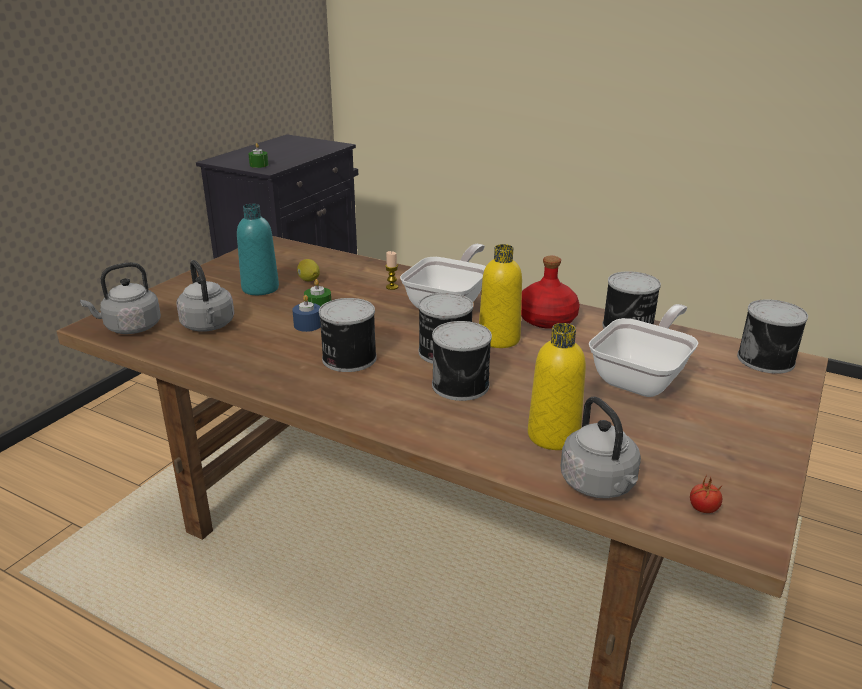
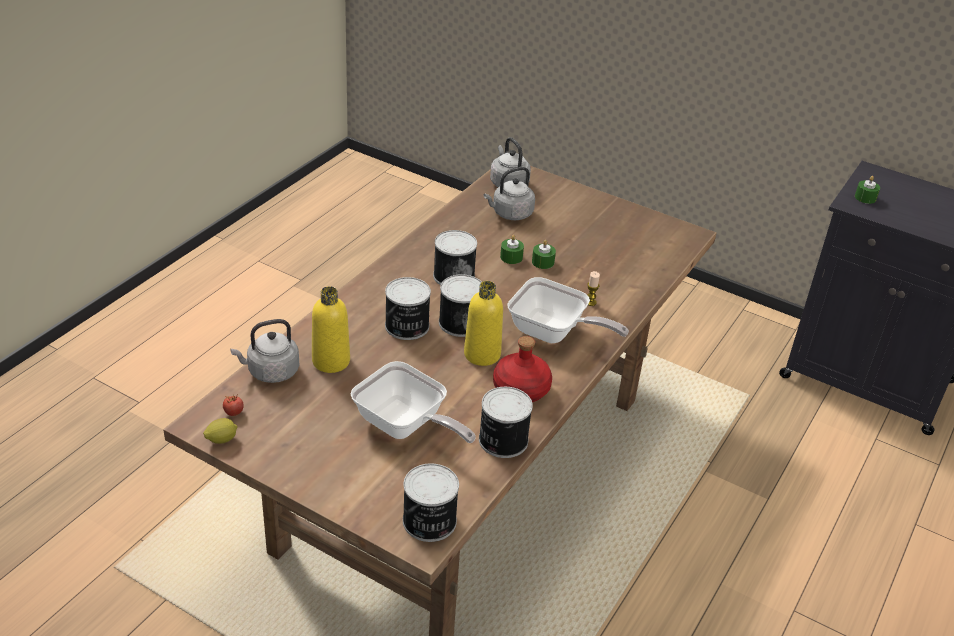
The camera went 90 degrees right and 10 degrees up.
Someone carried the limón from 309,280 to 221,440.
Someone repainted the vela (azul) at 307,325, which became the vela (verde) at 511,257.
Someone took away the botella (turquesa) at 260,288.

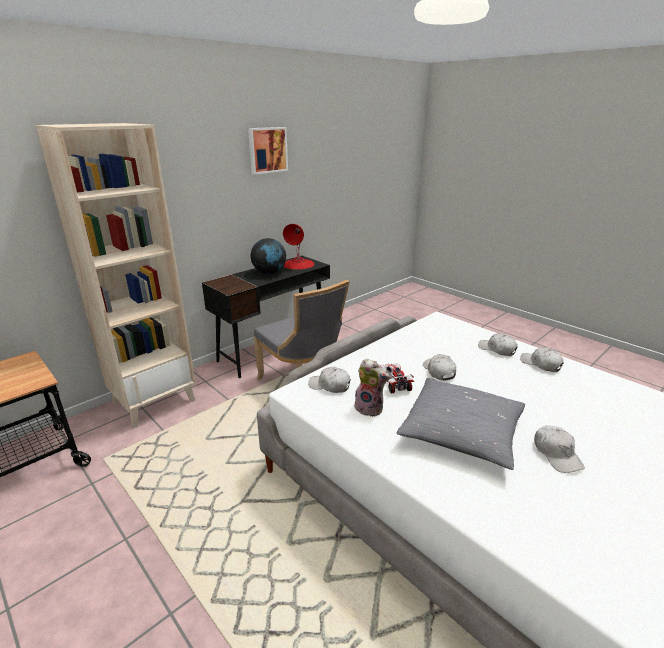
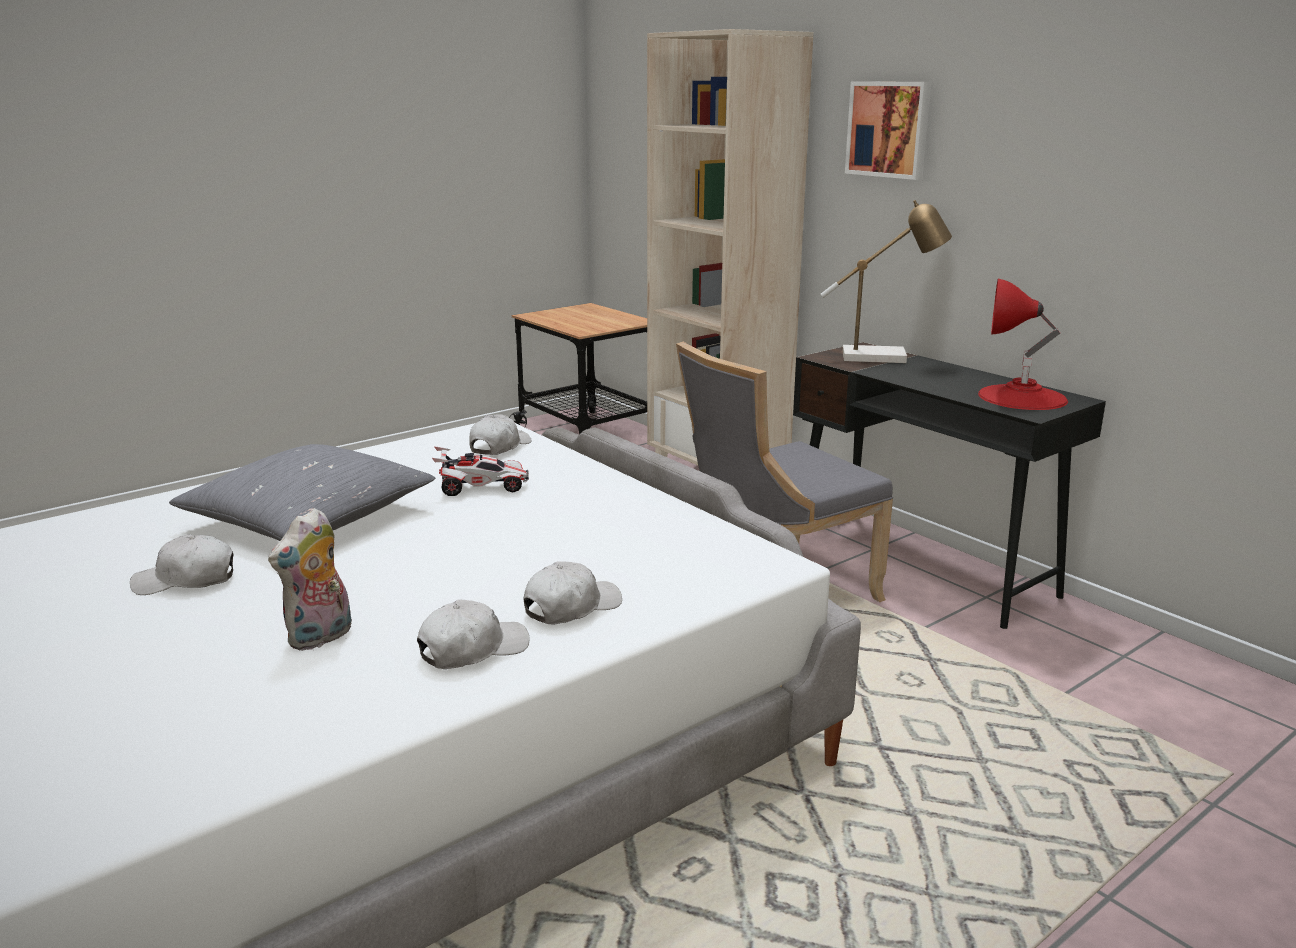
The camera went 95 degrees right and 5 degrees down.
Someone carried the peluche from 370,408 to 321,638.
Someone put down the lámpara de mesa at 883,357.
Someone carried the cuadro from 267,150 to 889,129.
Someone took away the globo terráqueo at 269,273.
Someone took away the gorra (blanco) at 439,371.

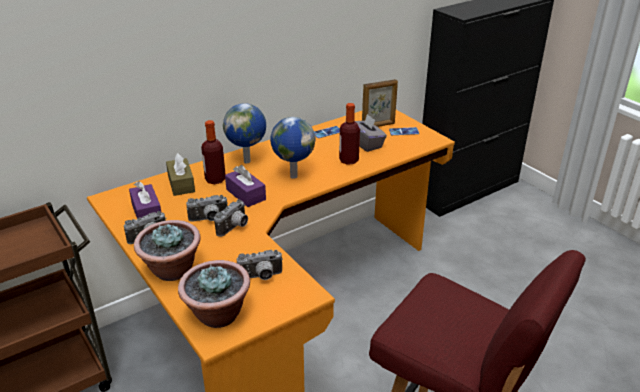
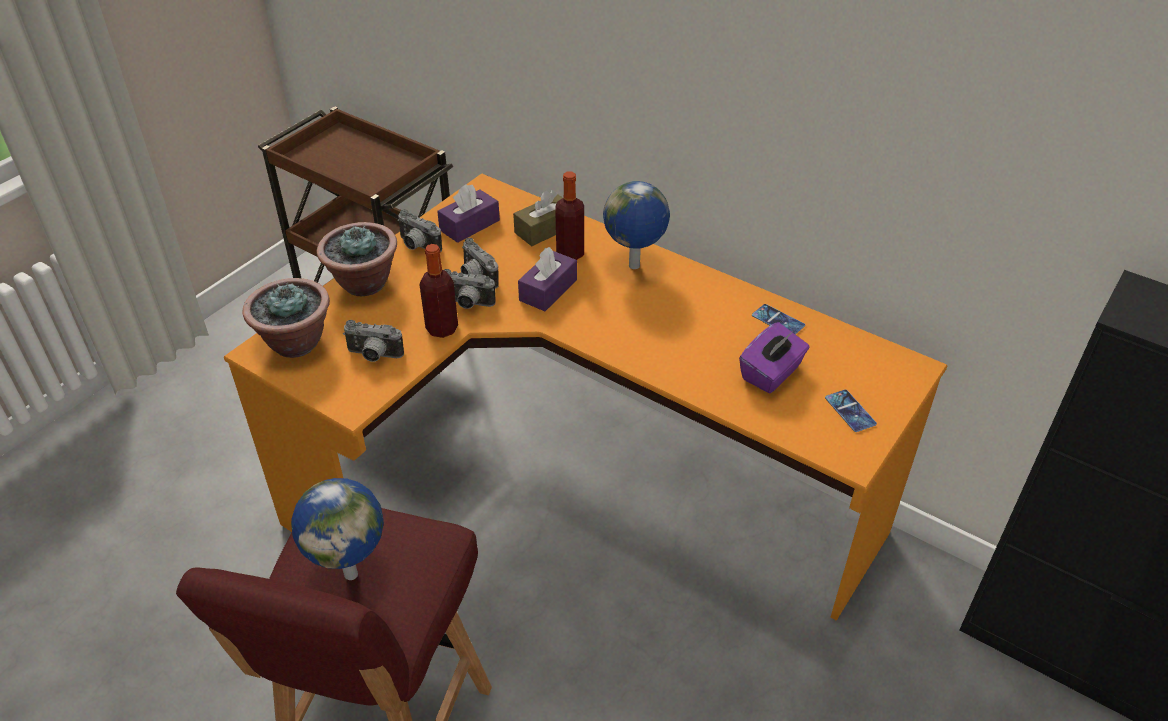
The camera went 70 degrees right and 10 degrees up.
Someone carried the globo terráqueo from 293,176 to 351,572.
Someone rotated the cámara at 261,277 by 45 degrees counterclockwise.
Someone carried the botella from 348,160 to 442,328.
Someone repainted the caja de pañuelos (gris) at 366,144, which became the caja de pañuelos (morado) at 771,373.
Someone took away the portarretratos at 378,126.

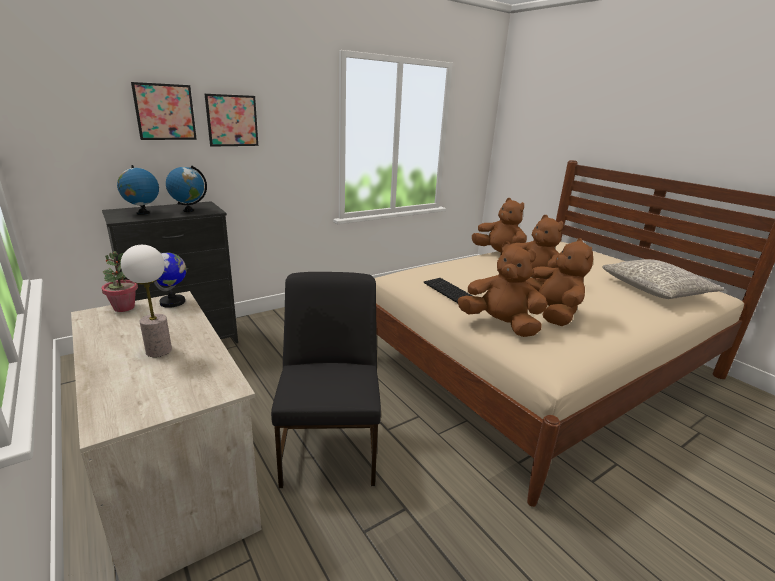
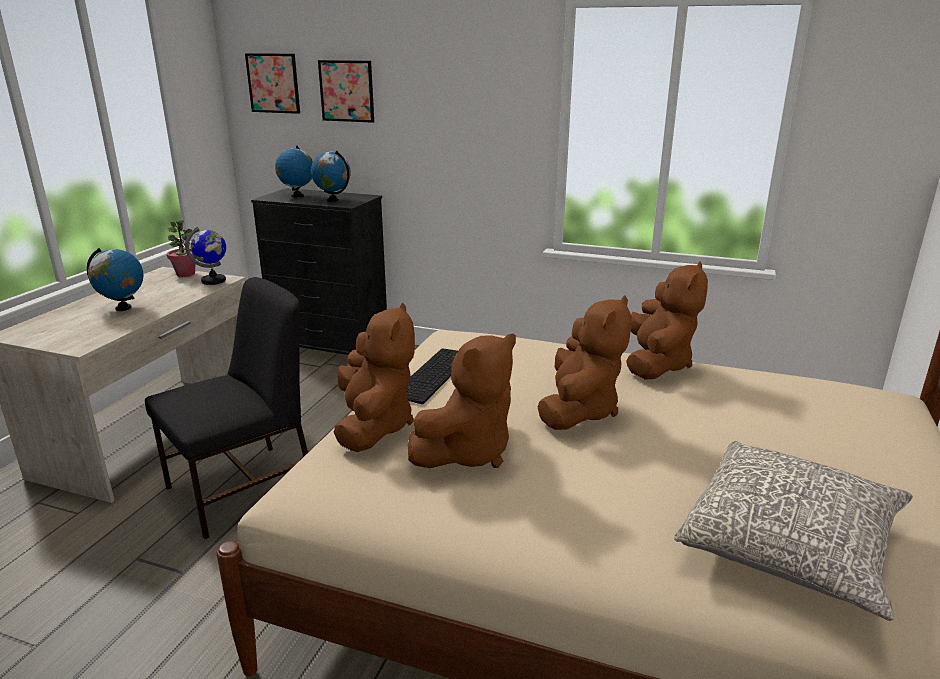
The camera went 55 degrees right and 0 degrees up.
Someone swapped the lámpara de mesa at 159,351 for the globo terráqueo at 123,308.
Someone carried the cuadro from 232,120 to 273,83.

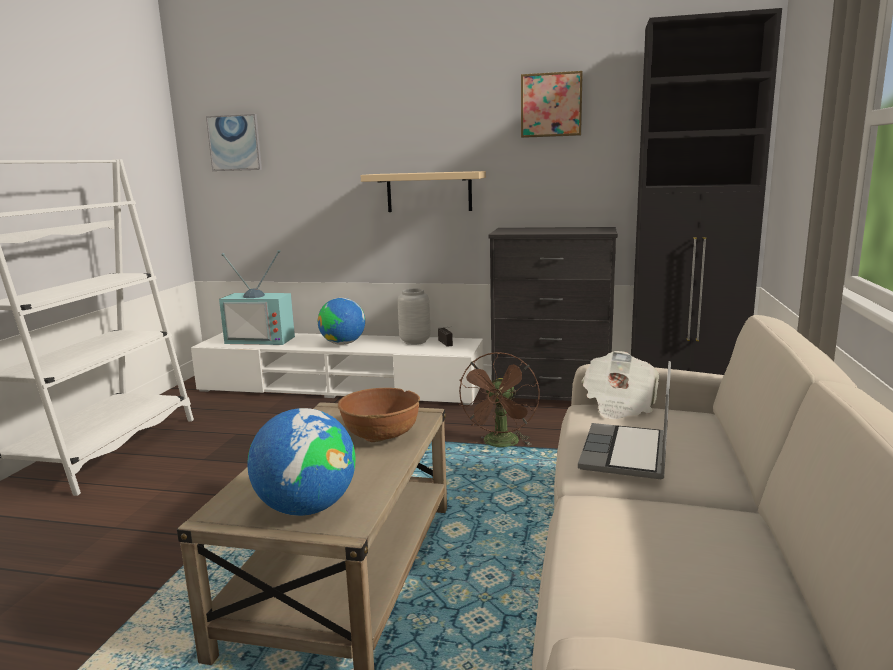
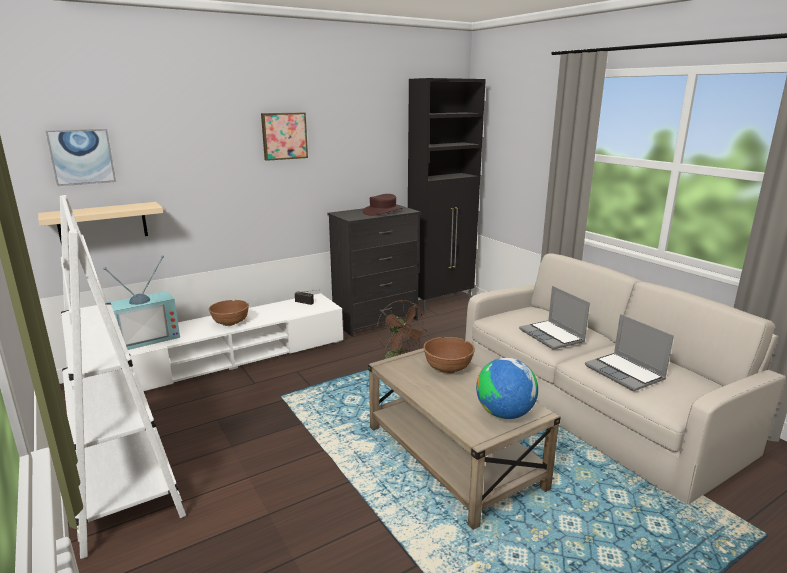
The camera went 45 degrees left and 5 degrees up.
Someone carried the estante (beis) from 429,192 to 103,224.
Someone swapped the globo terráqueo at 343,343 for the cuenco (marrón) at 230,322.
Someone carried the cuadro from 551,105 to 284,136.
Someone put down the sombrero (marrón) at 383,211.
Someone put down the portátil at 625,373.
Someone took away the florero (gris) at 415,341.
Someone took away the periódico at 619,405.

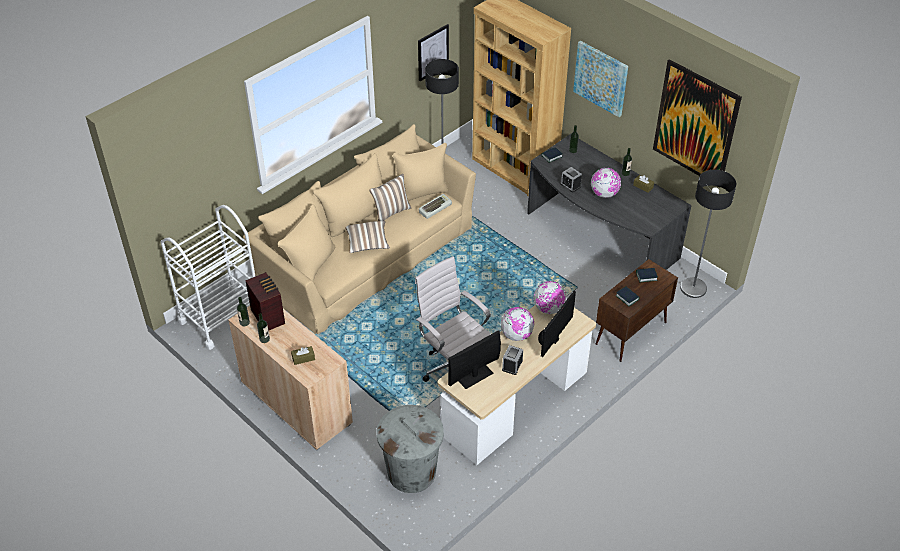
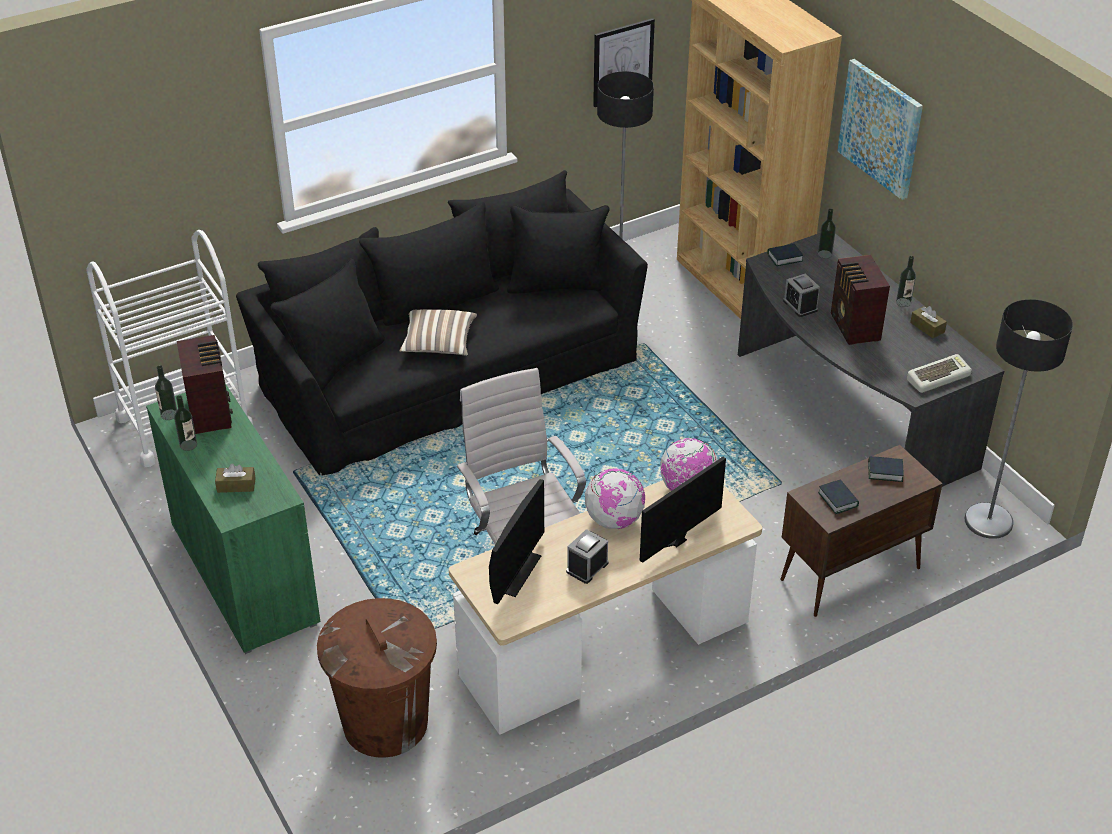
The camera went 15 degrees right and 5 degrees down.
Someone repainted the armario (beis) at 296,402, which became the armario (verde) at 244,573.
Someone repainted the sofá (beis) at 367,255, which became the sofá (negro) at 450,372.
Someone repainted the papelera (gris) at 411,472, which became the papelera (marrón) at 385,722.
Someone rotated the monitor at 475,376 by 135 degrees clockwise.
Someone swapped the globo terráqueo at 604,194 for the radio at 854,328.
Someone carried the teclado from 435,208 to 938,377.
Someone took away the cojín at 391,212.
Someone took away the cuadro at 695,123.

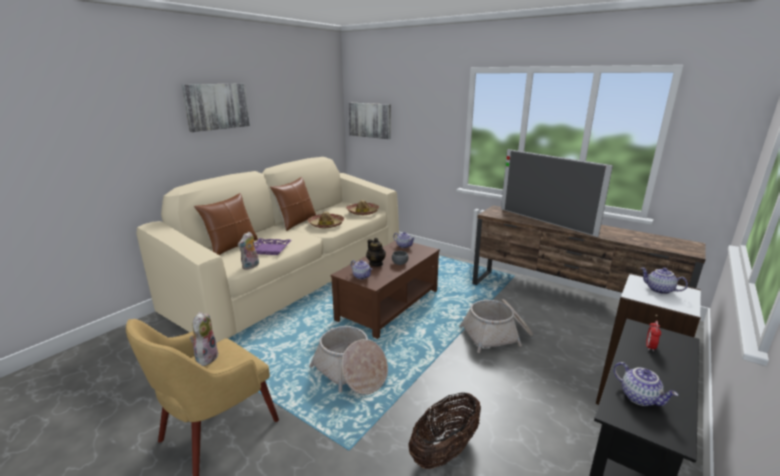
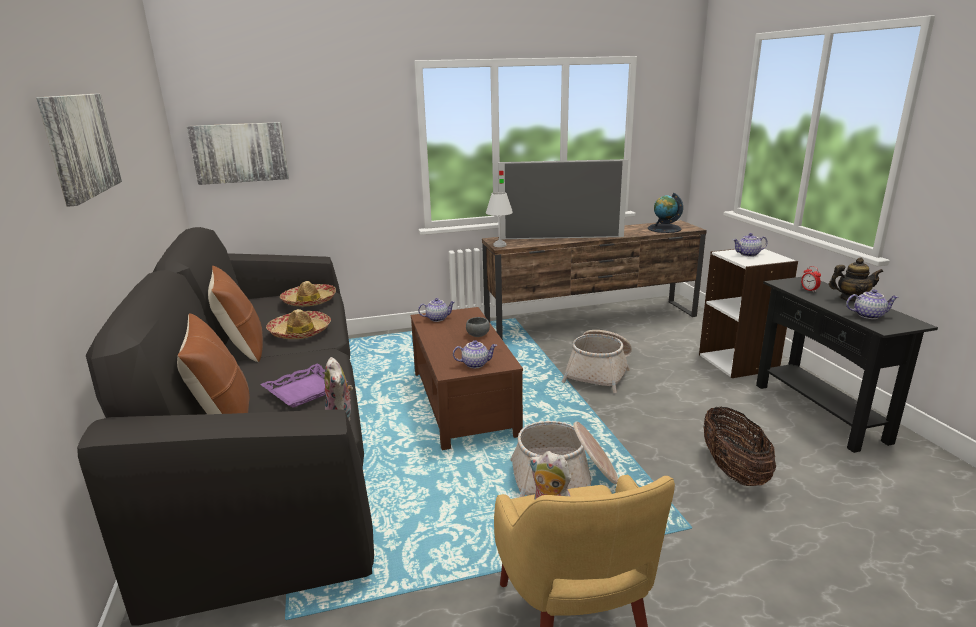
The camera went 50 degrees left and 0 degrees up.
Someone repainted the sofá (beis) at 297,275, which became the sofá (negro) at 275,438.
Someone put down the lámpara de mesa (blanco) at 500,245.
Someone put down the globo terráqueo at 664,228.
Someone carried the tetera from 376,263 to 851,299.

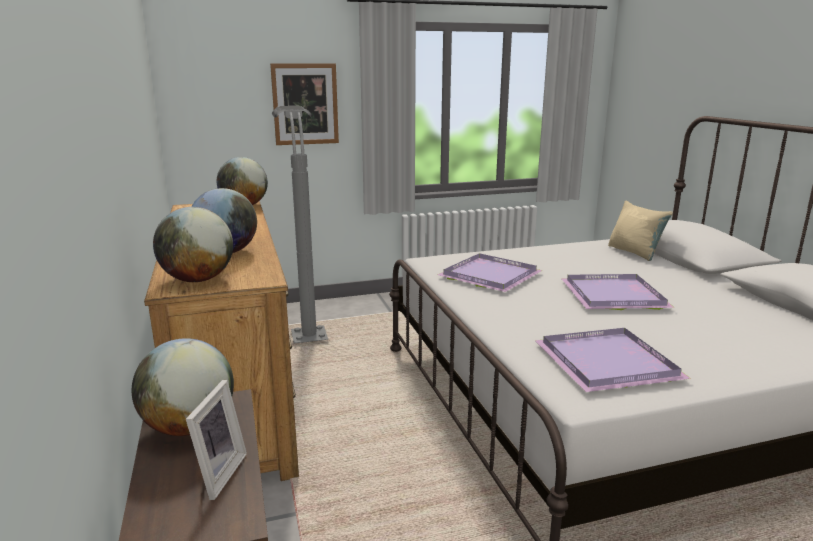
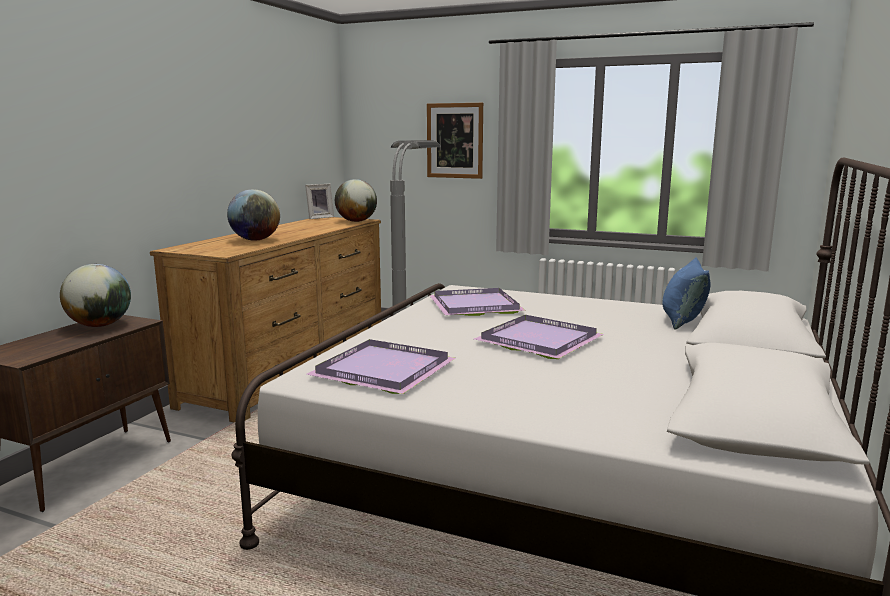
The camera went 40 degrees right and 5 degrees down.
Someone carried the portarretratos from 216,474 to 319,217.
Someone repainted the cojín (beis) at 634,252, which became the cojín (azul) at 682,321.
Someone took away the globo terráqueo at 198,279.

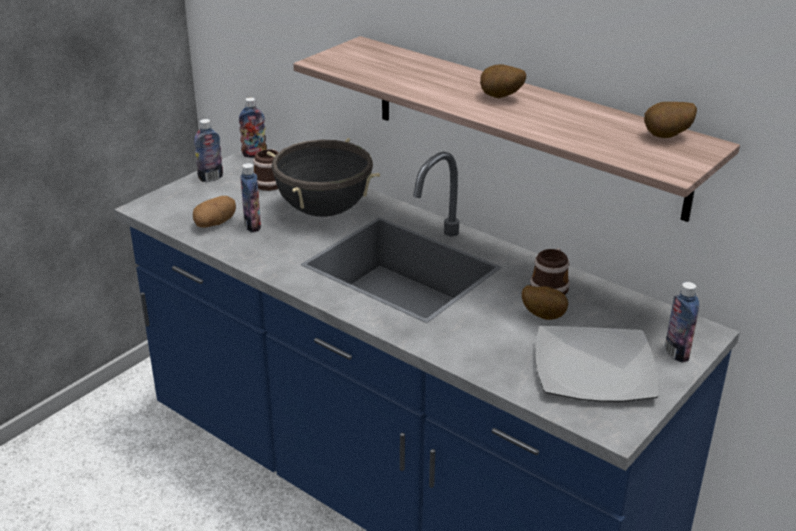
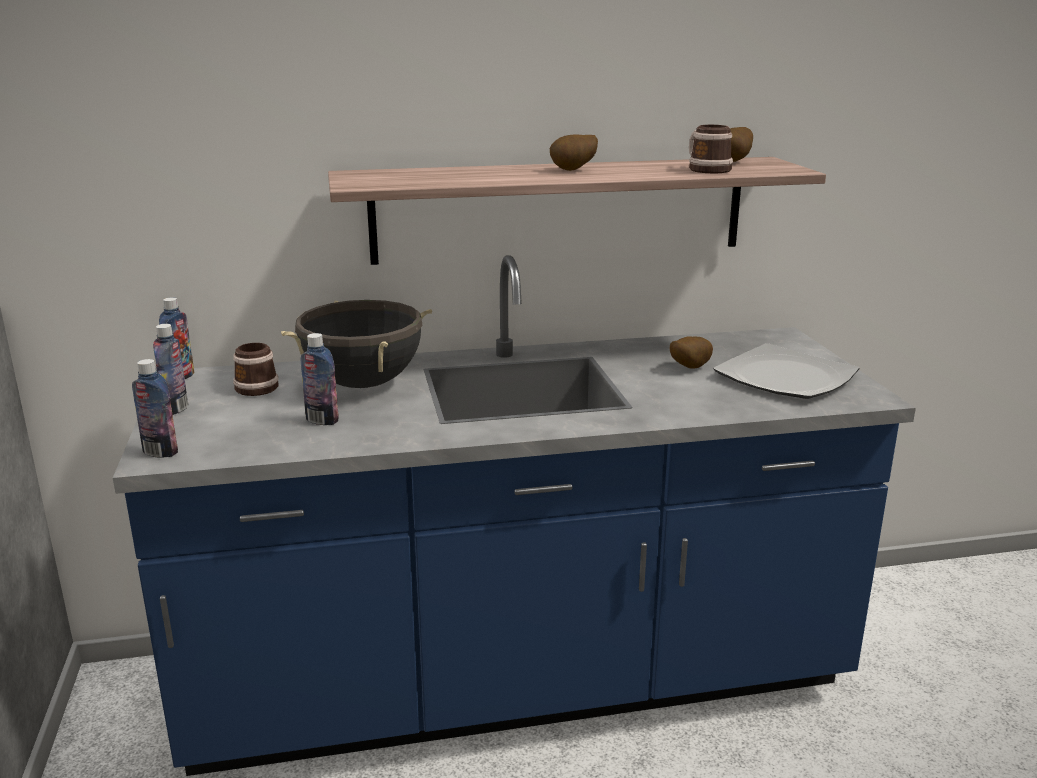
The camera went 50 degrees left and 10 degrees down.
Someone carried the botella from 676,353 to 160,452.
Someone carried the taza grande from 550,285 to 705,169.
Someone took away the patata at 215,223.

